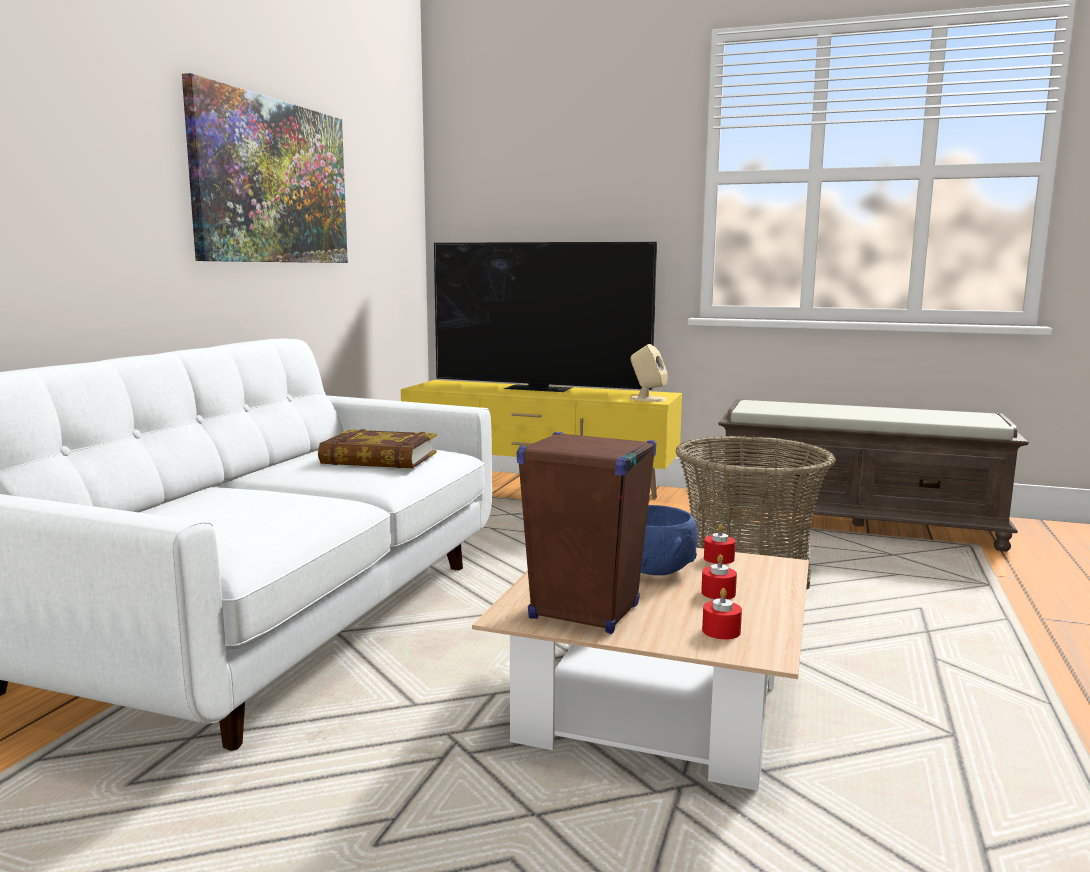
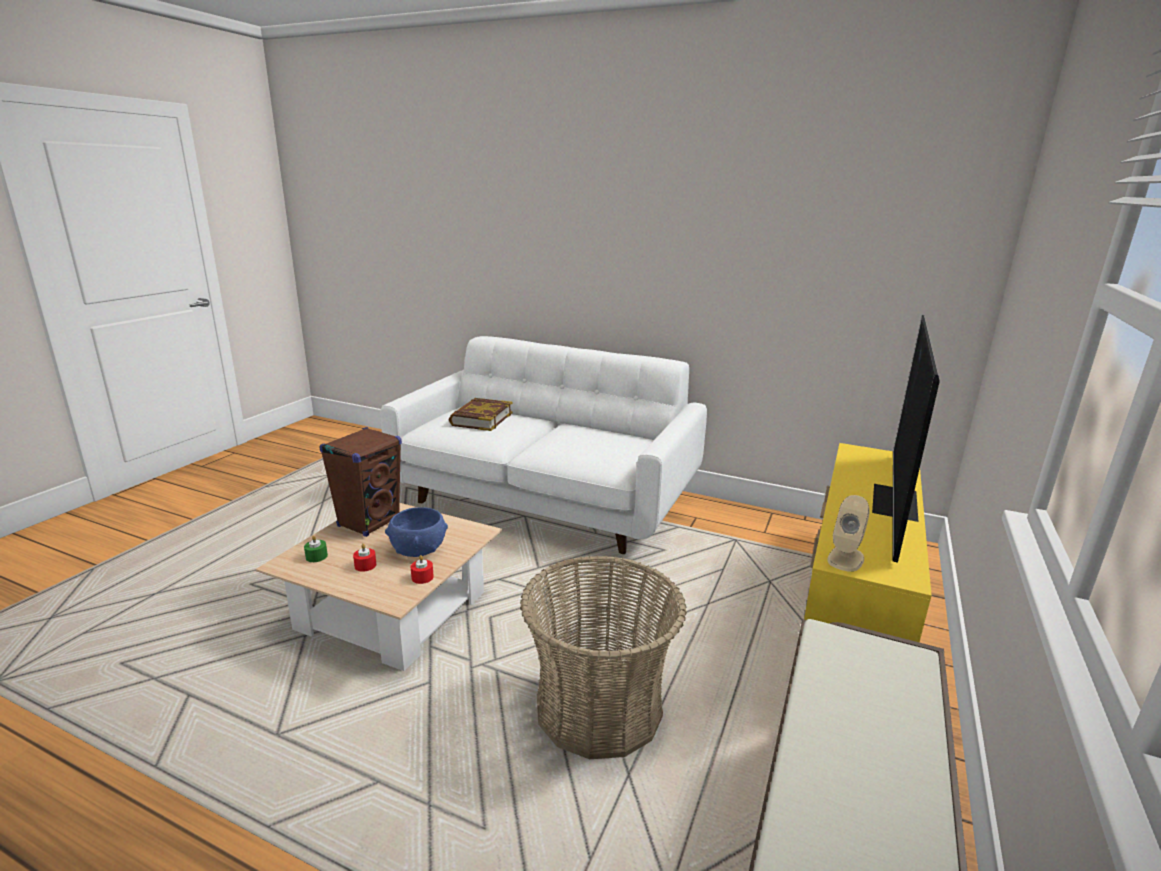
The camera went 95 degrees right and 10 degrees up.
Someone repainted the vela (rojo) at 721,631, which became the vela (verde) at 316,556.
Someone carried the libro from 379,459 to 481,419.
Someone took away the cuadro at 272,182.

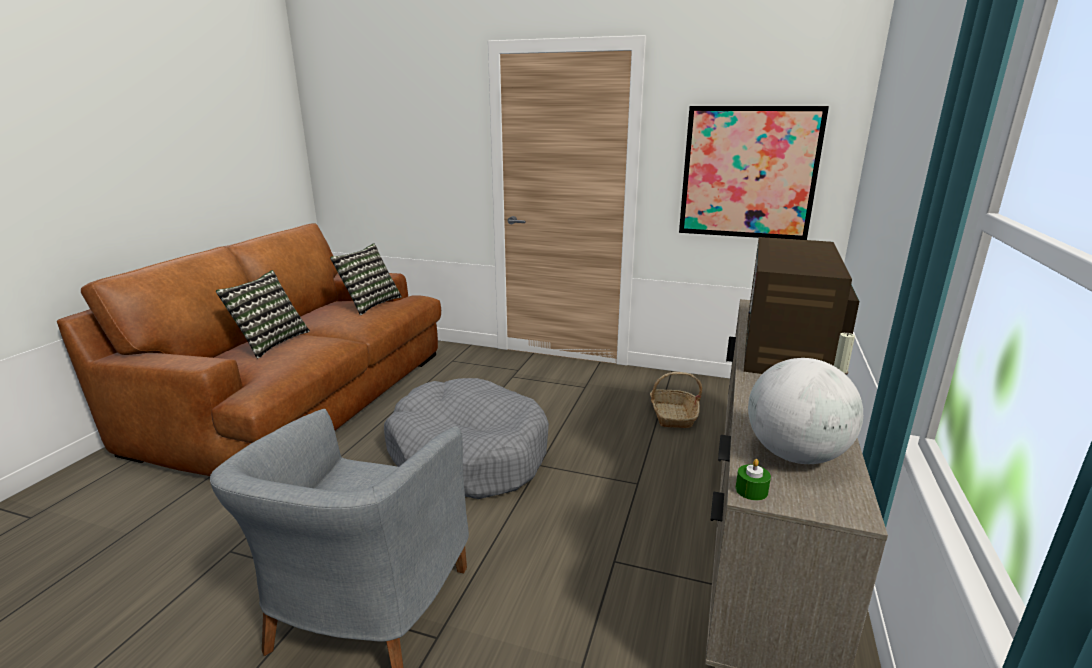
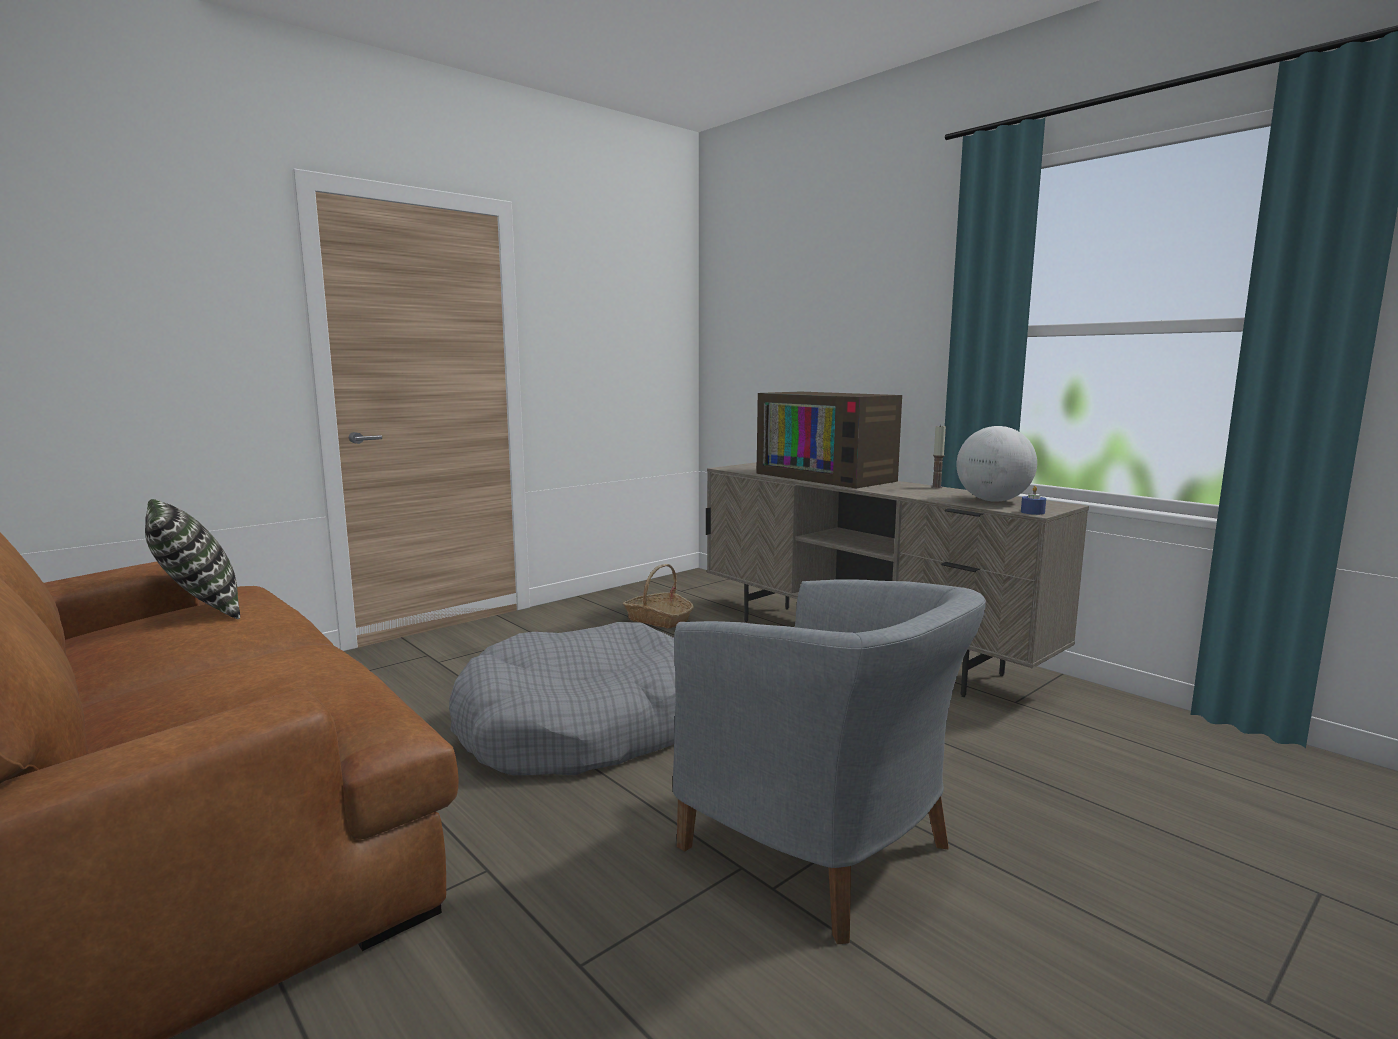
The camera went 60 degrees left and 10 degrees down.
Someone repainted the vela (verde) at 751,490, which became the vela (azul) at 1032,512.
Someone took away the cojín at 270,342.
Someone took away the cuadro at 748,173.

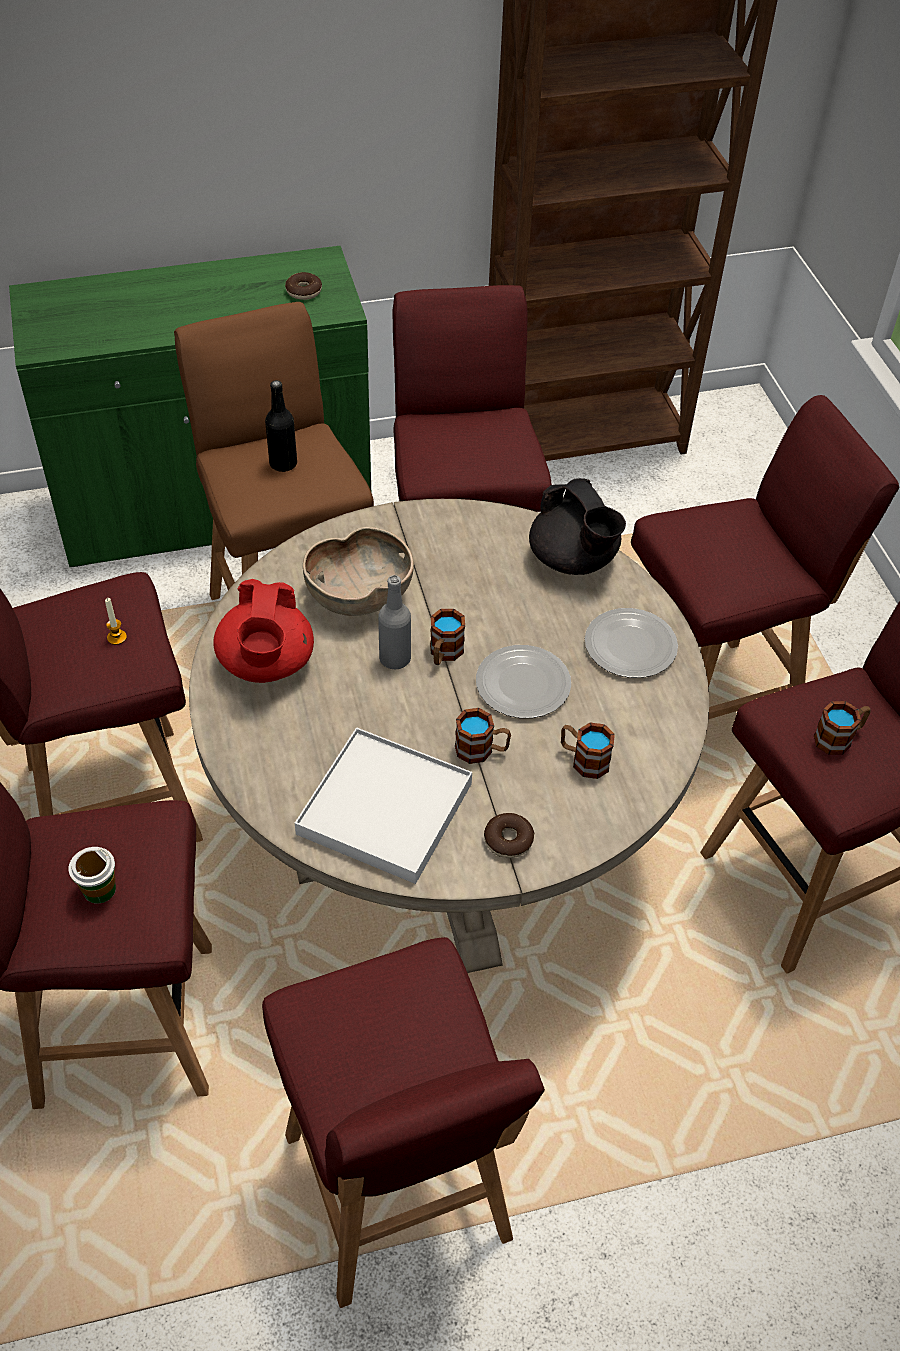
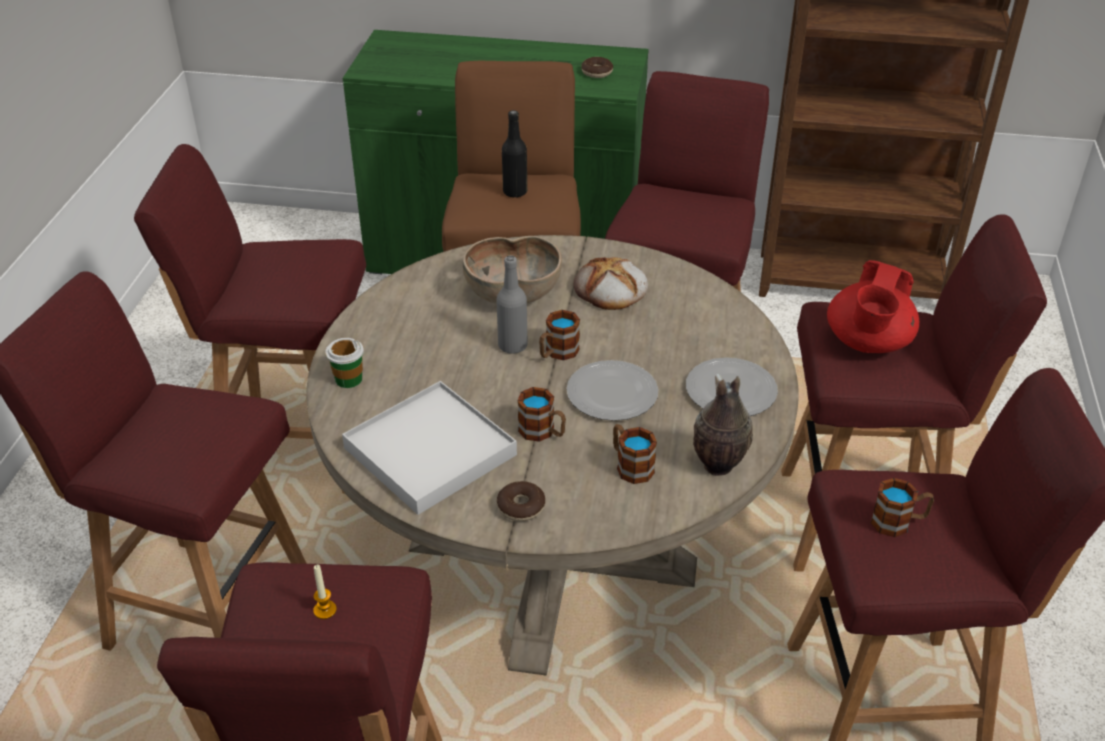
The camera went 25 degrees right and 10 degrees down.
Someone carried the vela from 117,637 to 325,610.
Someone carried the taza from 99,889 to 348,379.
Someone put down the pan at 610,290.
Someone put down the florero at 717,466.
Someone carried the tetera (rojo) from 266,664 to 867,343.
Someone took away the tetera (negro) at 573,560.

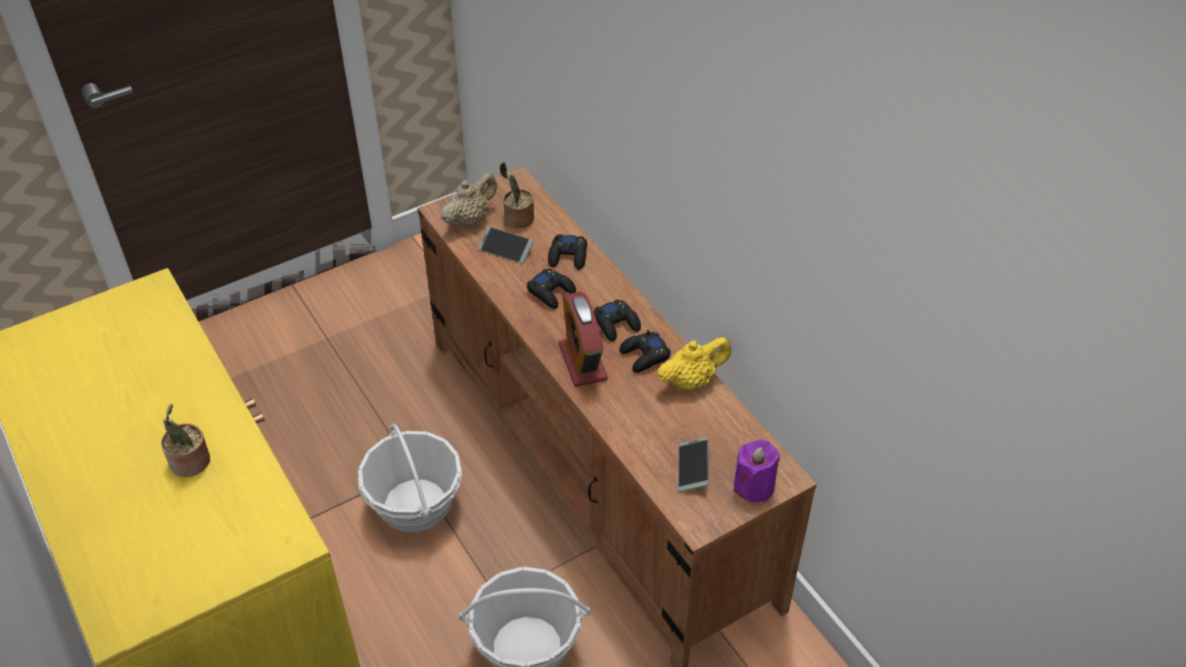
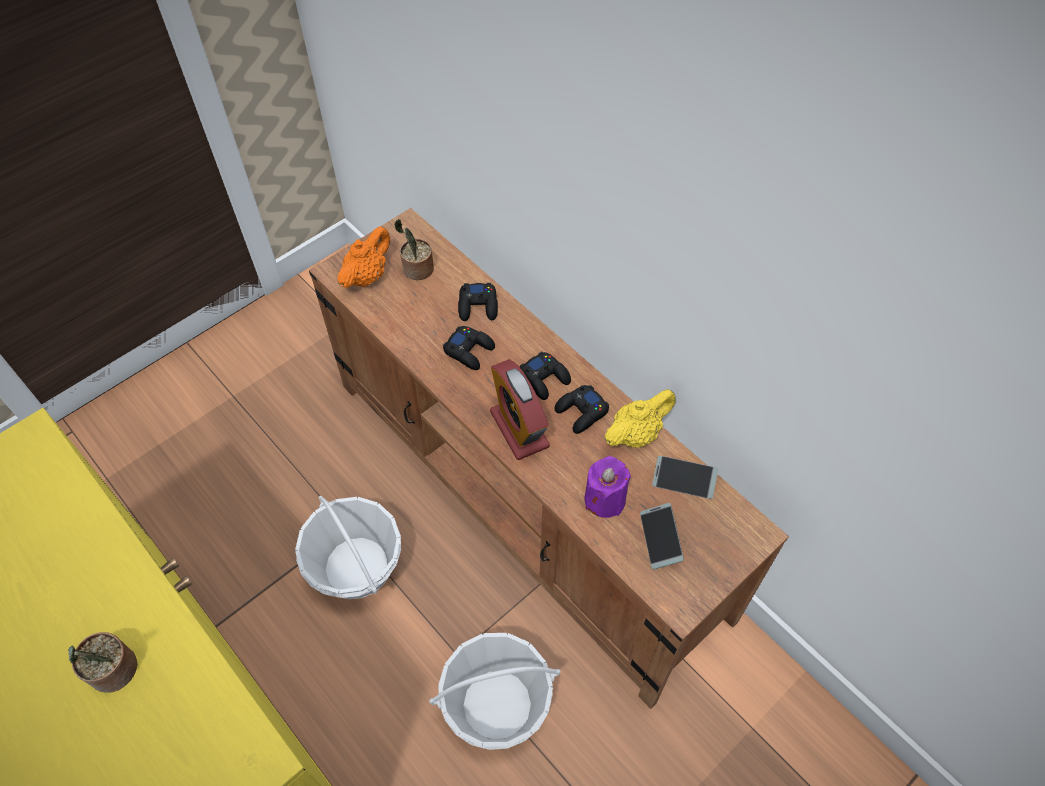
The camera went 10 degrees left and 10 degrees up.
Someone repainted the tetera (beis) at 470,219, which became the tetera (naranja) at 367,276.
Someone carried the vela (morado) from 754,486 to 605,499.
Someone carried the móvil from 505,249 to 684,480.

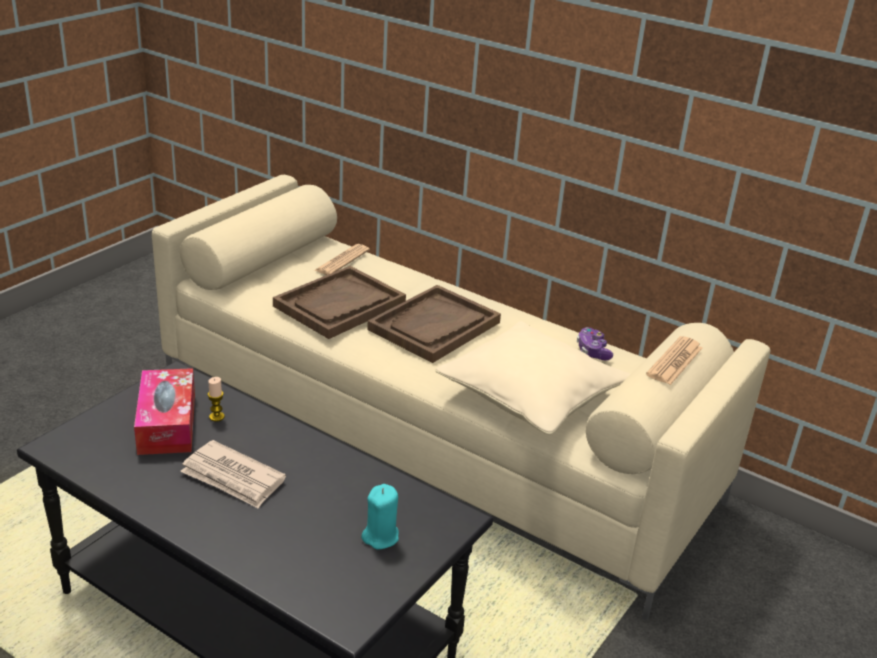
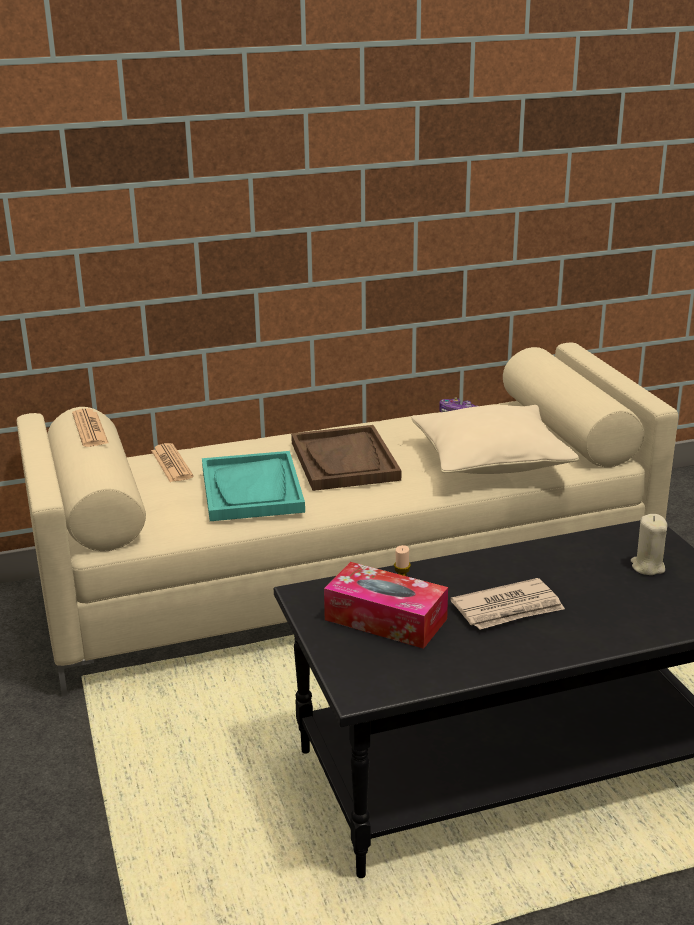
The camera went 50 degrees left and 5 degrees down.
Someone carried the periódico from 674,361 to 90,429.
Someone repainted the bandeja (marrón) at 339,305, which became the bandeja (turquesa) at 252,489.
Someone repainted the vela (turquesa) at 381,536, which became the vela (beis) at 647,567.

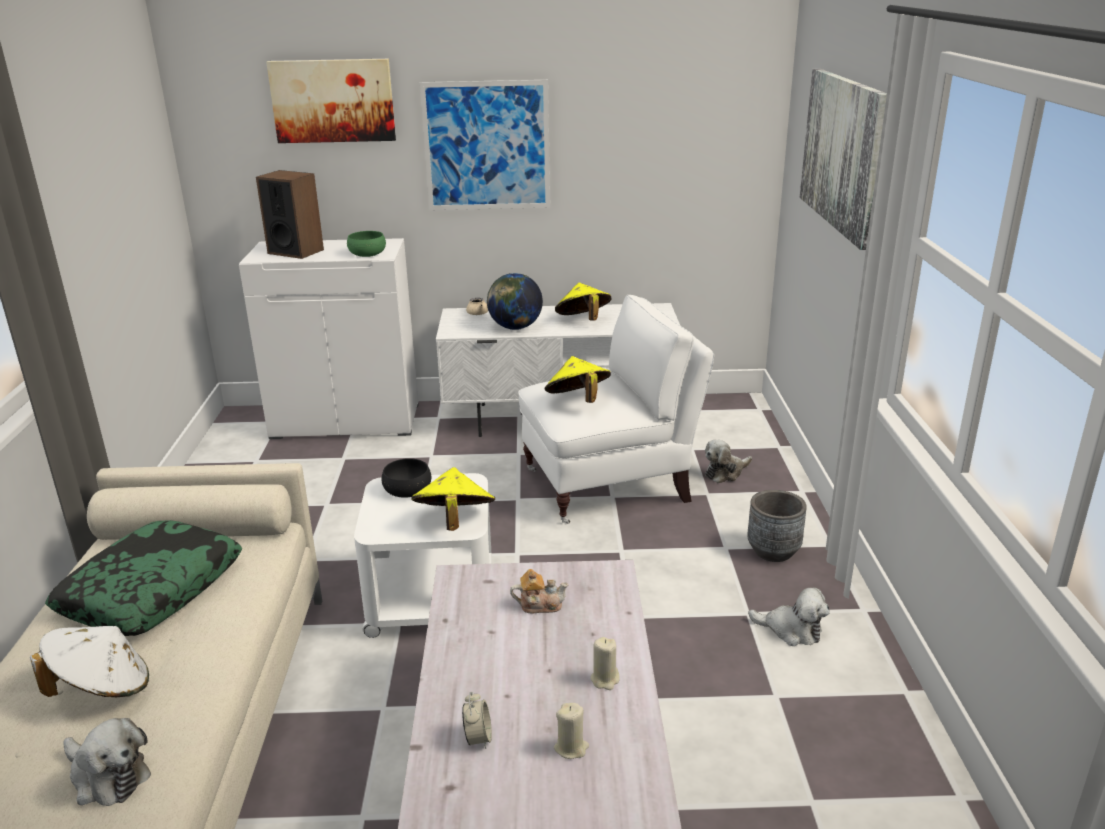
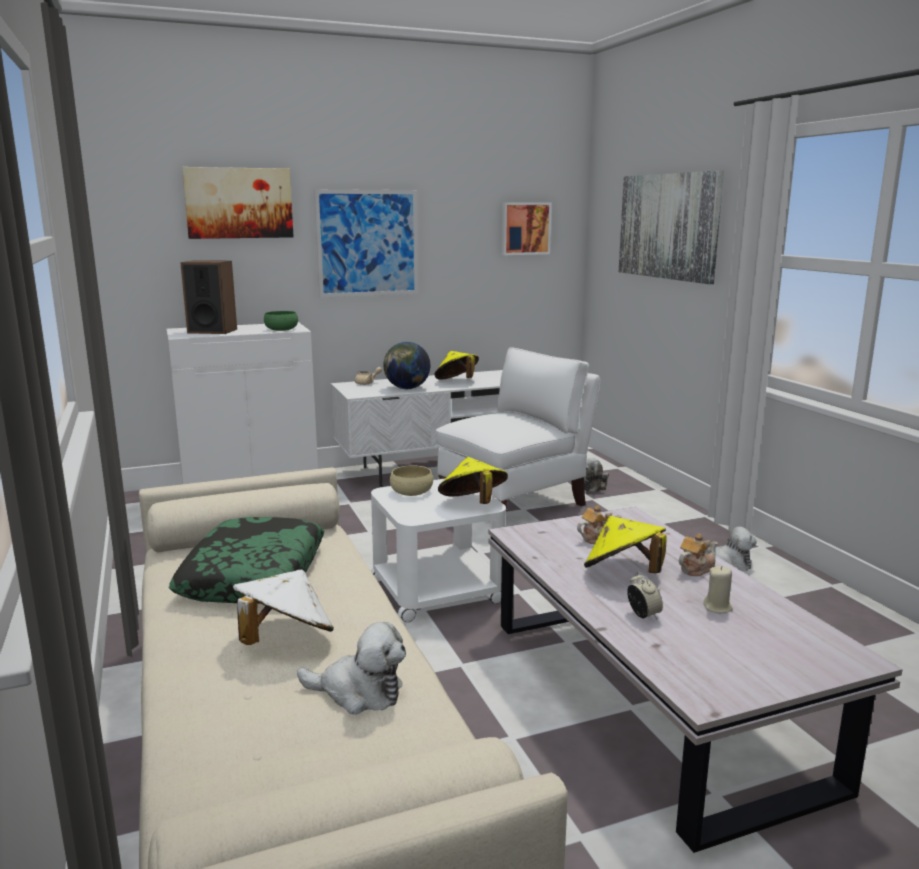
The camera went 20 degrees left and 10 degrees down.
Someone repainted the cuenco (negro) at 407,490, which became the cuenco (beis) at 411,492.
Someone put up the cuadro at 525,228.
Someone carried the sombrero (amarillo) from 578,401 to 623,573.
Someone swapped the vela (beis) at 605,679 for the tetera at 695,569.
Someone took away the maceta (gris) at 773,551.

